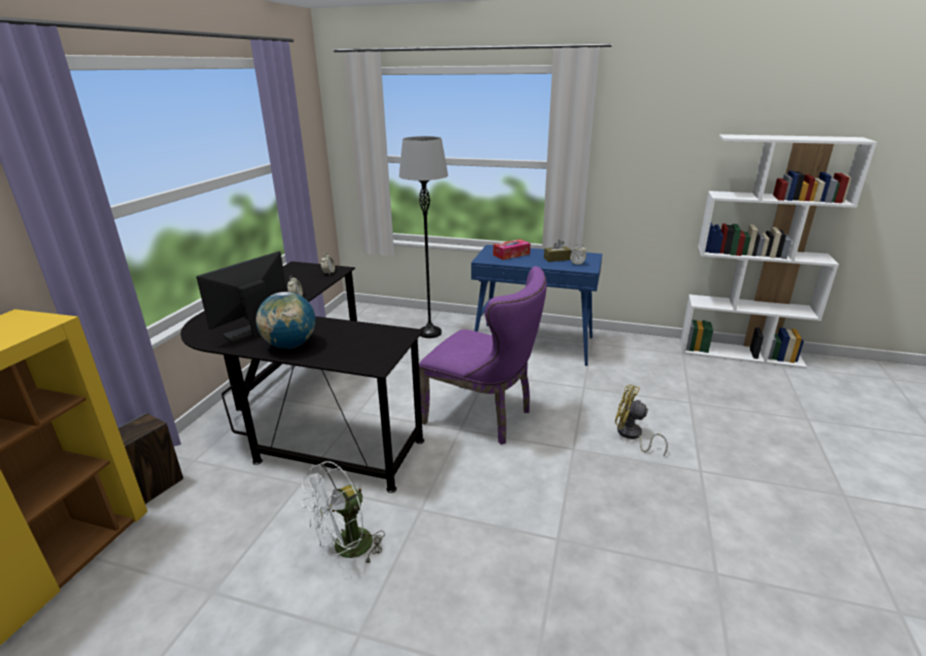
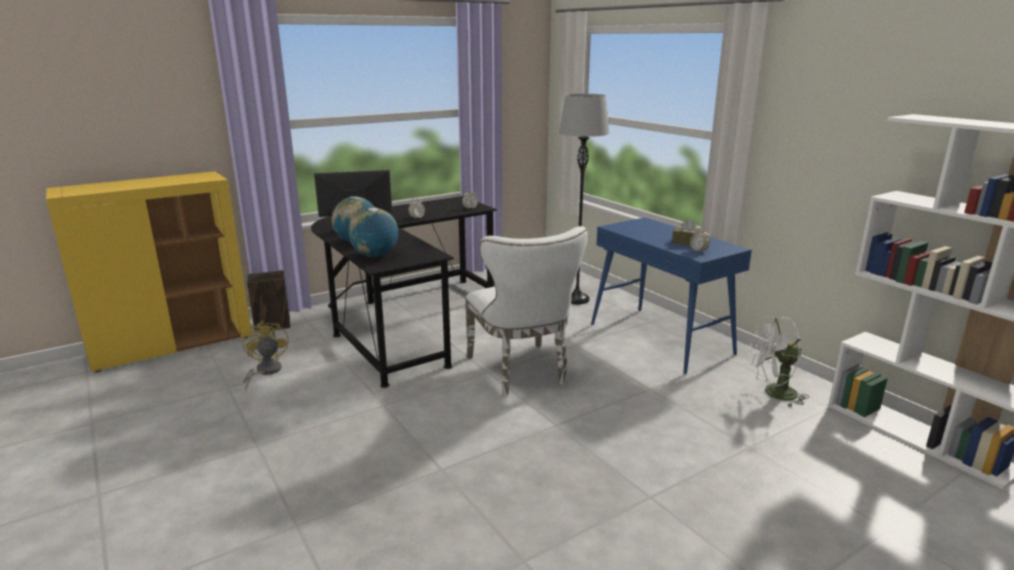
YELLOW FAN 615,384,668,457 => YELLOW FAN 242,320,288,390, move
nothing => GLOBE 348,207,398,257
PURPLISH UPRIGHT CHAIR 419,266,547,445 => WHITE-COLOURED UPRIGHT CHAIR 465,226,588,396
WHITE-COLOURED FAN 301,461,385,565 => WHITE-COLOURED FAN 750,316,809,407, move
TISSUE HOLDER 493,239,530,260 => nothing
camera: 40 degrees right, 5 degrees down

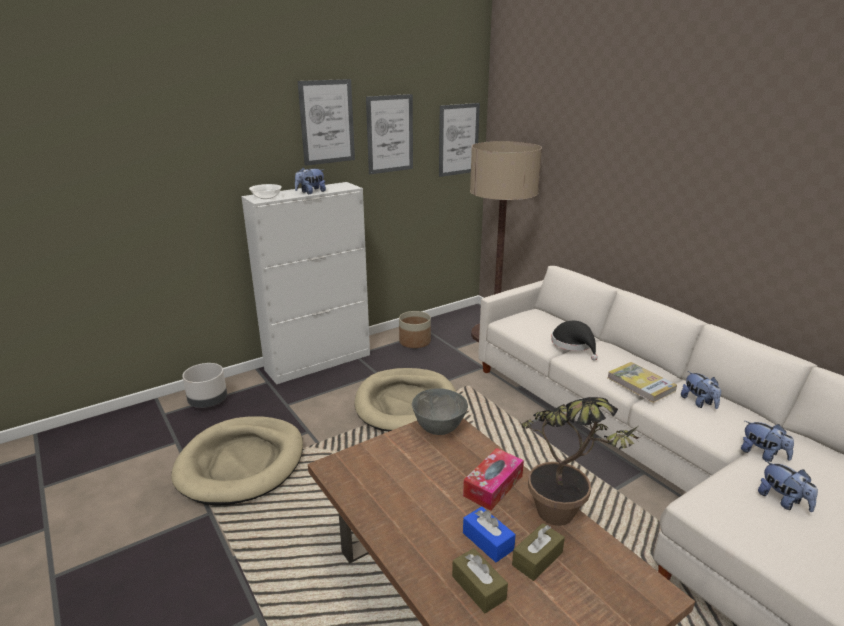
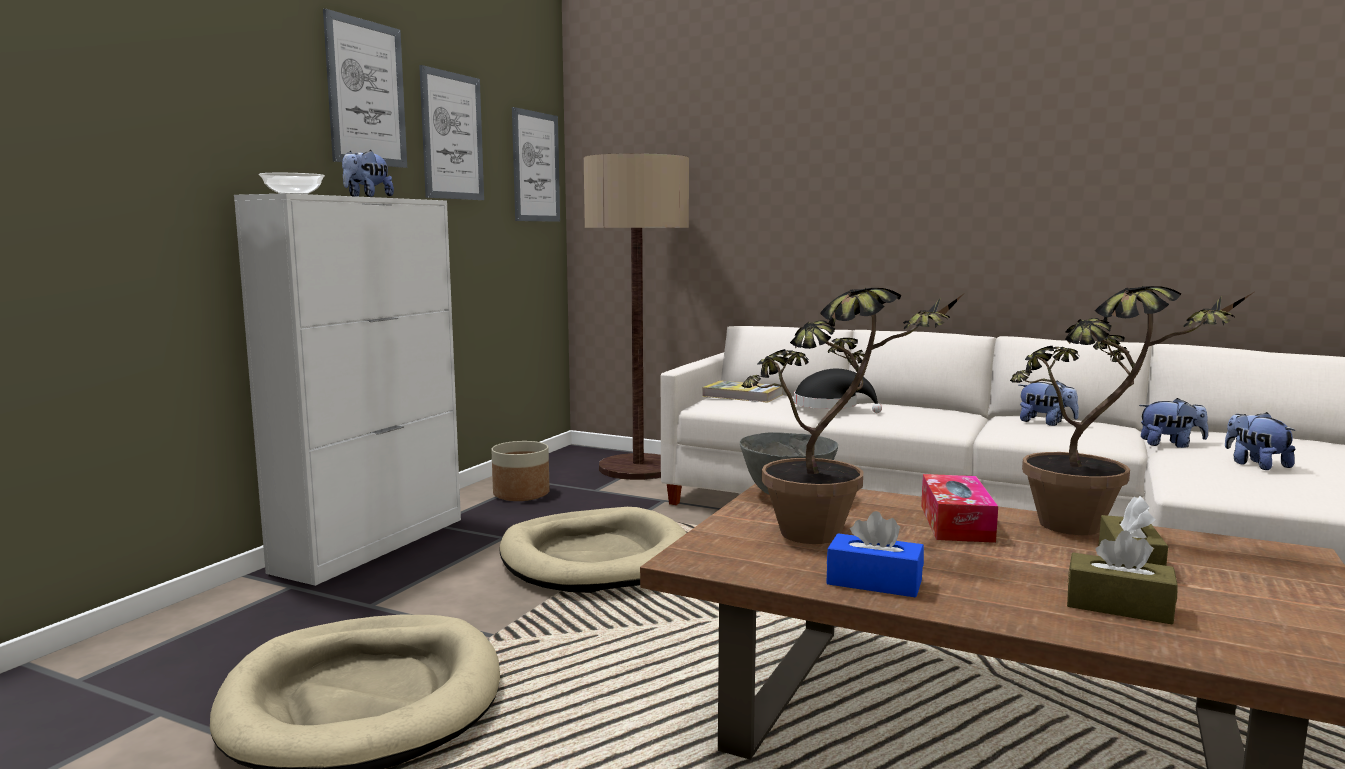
BOOK 608,362,677,403 => BOOK 702,380,783,403, move
nothing => PLANT IN A POT 742,288,963,544
BLUE TISSUE HOLDER 463,506,516,562 => BLUE TISSUE HOLDER 826,511,924,598, move
PLUSH TOY 758,460,818,512 => PLUSH TOY 1225,412,1295,470, 135 degrees counterclockwise
GREYISH PLANTER 182,363,227,408 => nothing
camera: 30 degrees left, 15 degrees down

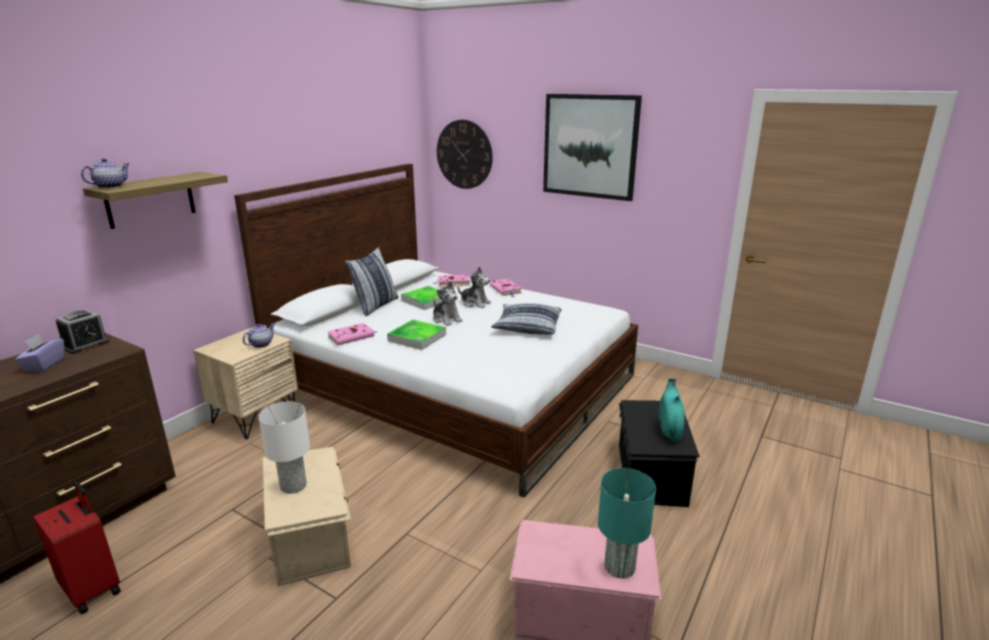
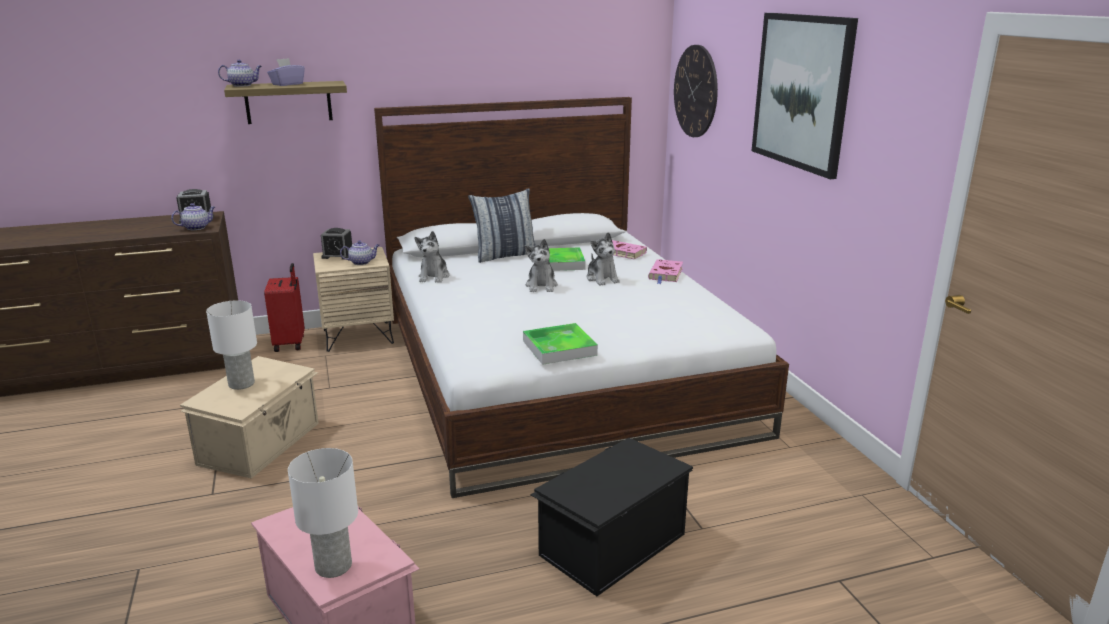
nothing => TEAPOT 171,203,215,230
REDDISH PIECE OF LUGGAGE 33,481,121,614 => REDDISH PIECE OF LUGGAGE 264,263,305,352, move
PURPLISH TISSUE HOLDER 15,334,65,372 => PURPLISH TISSUE HOLDER 267,58,305,86, move
TURQUOISE-COLOURED LAMP FOR A TABLE 598,468,656,579 => WHITE-COLOURED LAMP FOR A TABLE 288,448,358,578
nothing => TABLE CLOCK 321,228,352,259
PINK-COLOURED BOOK 327,323,376,346 => PLUSH TOY 414,231,449,283
TRAY 387,320,446,350 => TRAY 523,323,598,365, move
THROW PILLOW 491,303,562,335 => nothing
TURQUOISE-COLOURED DECORATIVE VASE 658,378,685,442 => nothing
camera: 40 degrees right, 0 degrees up

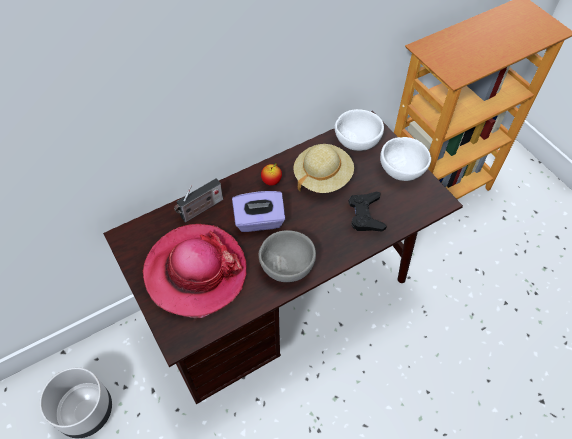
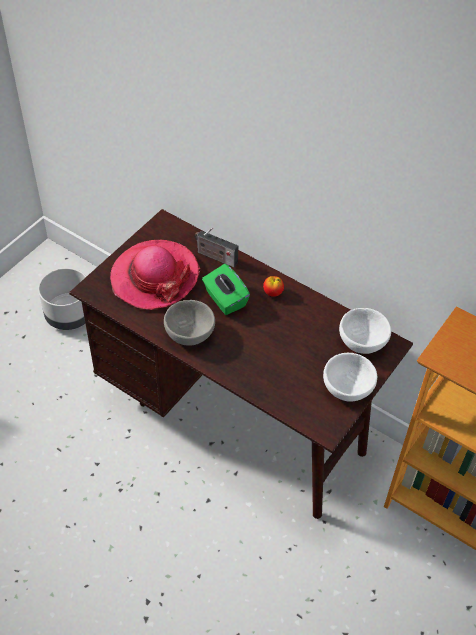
PURPLISH TISSUE HOLDER 232,191,285,232 => GREEN TISSUE HOLDER 202,264,250,315
BEIGE HAT 293,144,354,193 => nothing
BLACK-COLOURED GAMEPAD 348,192,387,231 => nothing
camera: 65 degrees right, 5 degrees down

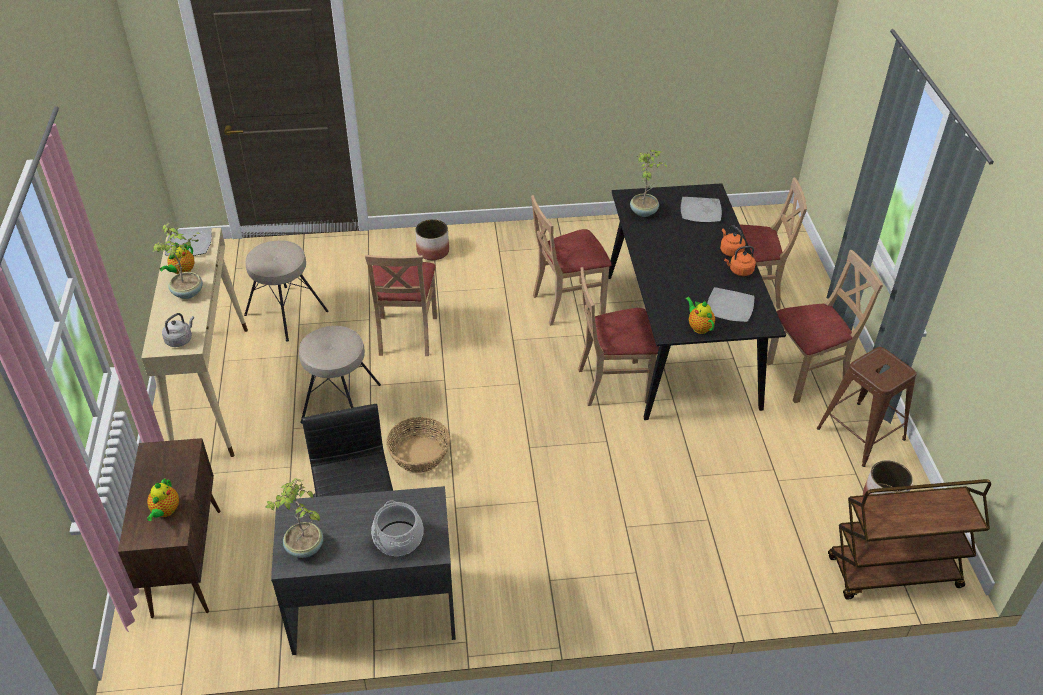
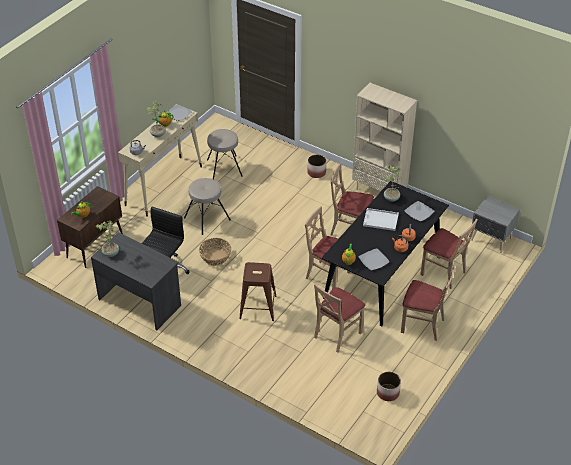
BROWN STOOL 817,347,916,467 => BROWN STOOL 239,262,277,321, move
BEIGE UPRIGHT CHAIR 365,255,437,356 => BEIGE UPRIGHT CHAIR 314,284,366,353, move
nothing => BEIGE SHELVING UNIT 352,83,417,191
nothing => WHITE-COLOURED TRAY 363,208,399,231
nothing => GREYISH NIGHTSTAND 471,196,520,253
SAUCEPOT 371,500,424,556 => nothing
BROWN WHEELED CART 828,479,991,600 => nothing
camera: 40 degrees right, 0 degrees up

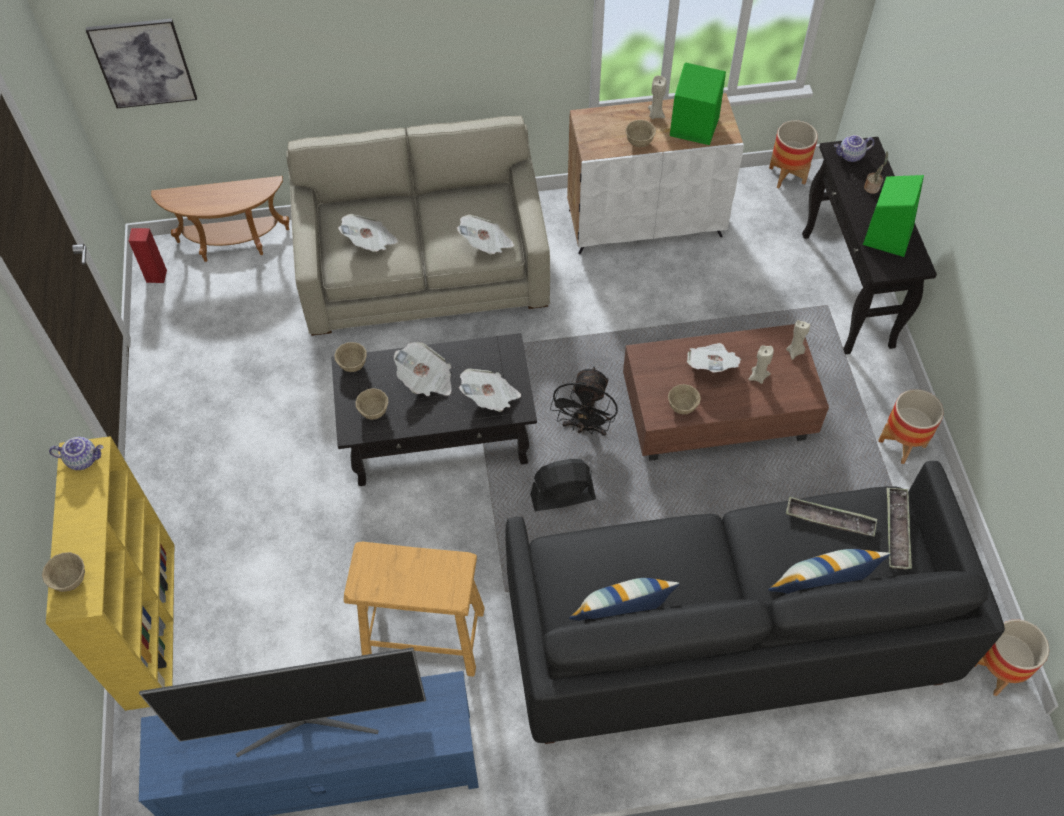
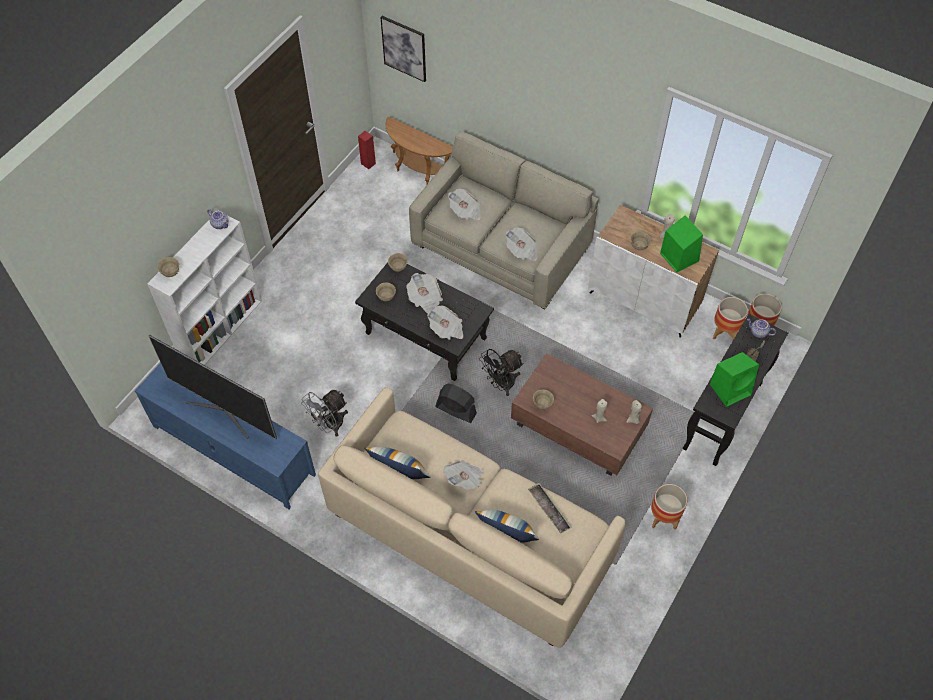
YELLOW SHELVING UNIT 46,436,174,711 => WHITE-COLOURED SHELVING UNIT 147,215,262,365
BEIGE STOOL 344,541,485,677 => GREYISH FAN 301,390,348,437
BLACK-COLOURED SETTEE 506,461,1005,744 => BEIGE SETTEE 318,387,626,648
DAILY PAPER 687,343,741,373 => DAILY PAPER 443,460,484,490, move
PLANTER 974,619,1049,696 => PLANTER 713,297,748,341, move
TRAY 887,488,912,569 => nothing
camera: 40 degrees right, 0 degrees up

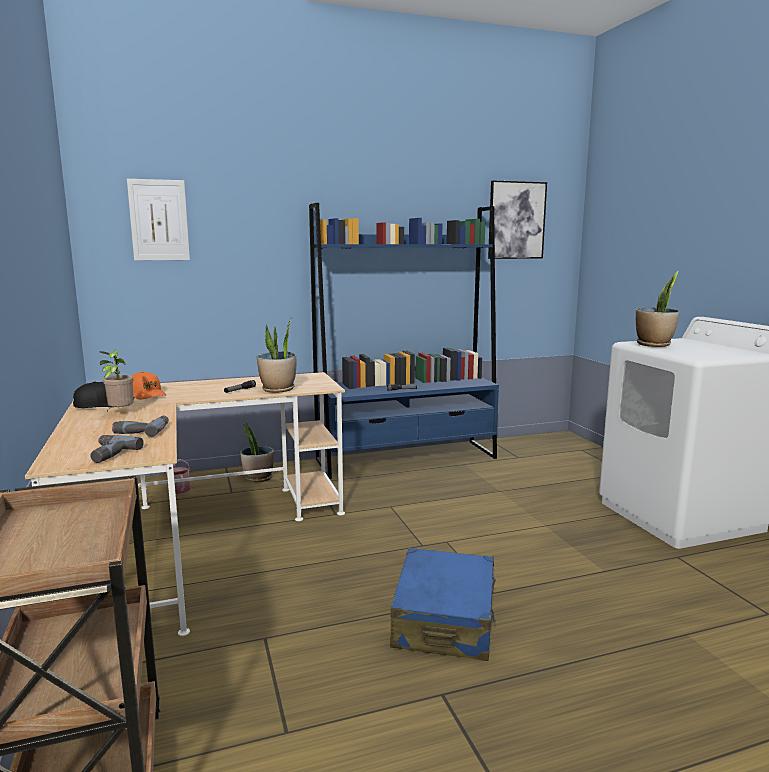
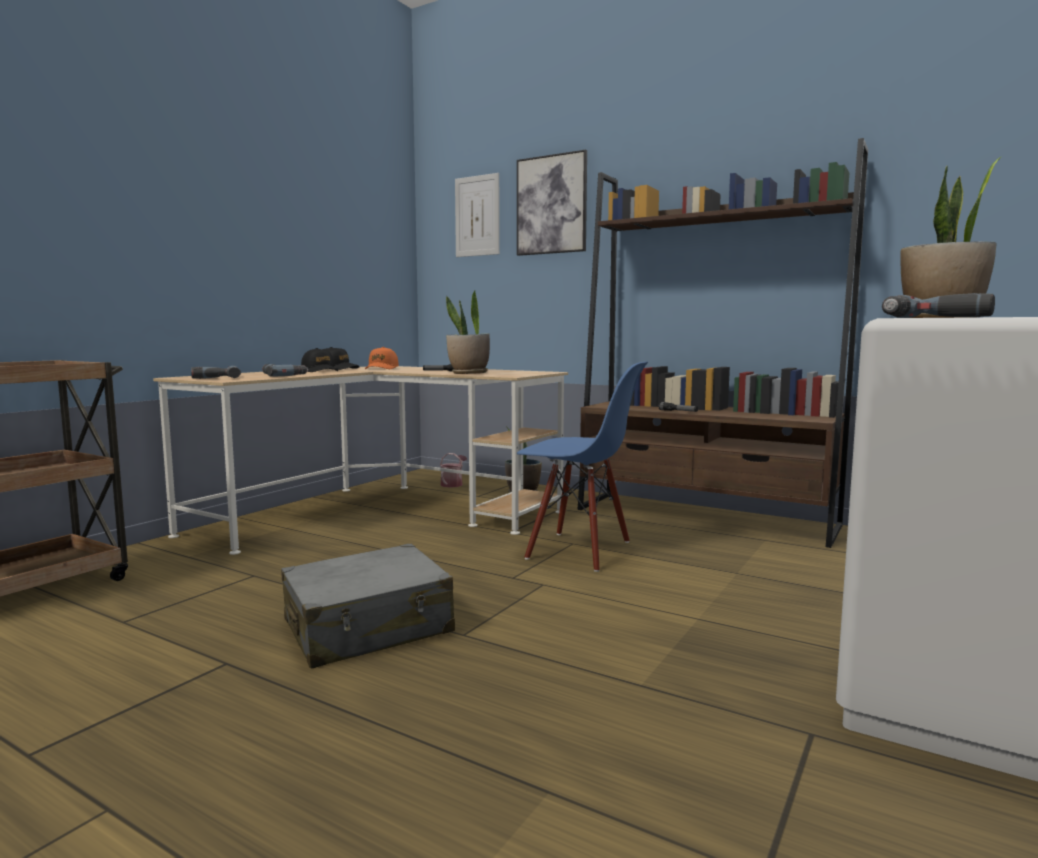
BLUE PIECE OF LUGGAGE 390,548,496,661 => GREYISH PIECE OF LUGGAGE 281,543,455,669
PLANT IN A POT 100,349,134,411 => BLACK-COLOURED CAP 301,348,338,372
WALL ART 488,180,547,259 => WALL ART 517,150,587,256, move
nothing => BLUE UPRIGHT CHAIR 517,362,648,572
BLUE SHELVING UNIT 309,203,499,479 => BROWN SHELVING UNIT 578,138,868,548
nothing => POWER DRILL 882,293,995,318
camera: 50 degrees right, 5 degrees down

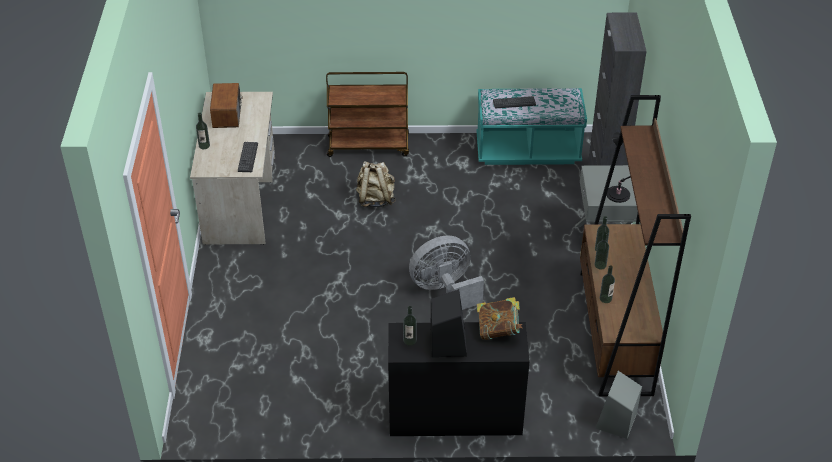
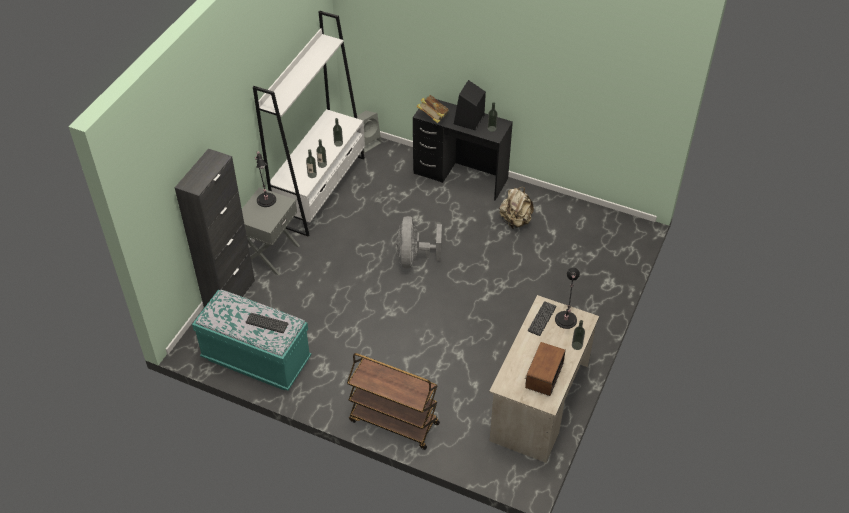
BROWN SHELVING UNIT 580,95,691,397 => WHITE-COLOURED SHELVING UNIT 253,11,365,237
GREYISH FAN 409,236,484,310 => GREYISH FAN 396,216,442,268, 90 degrees clockwise
BEIGE BACKPACK 356,161,396,207 => BEIGE BACKPACK 499,187,534,229, move
nothing => BLACK-COLOURED LAMP FOR A TABLE 555,268,580,329
camera: 155 degrees left, 5 degrees up

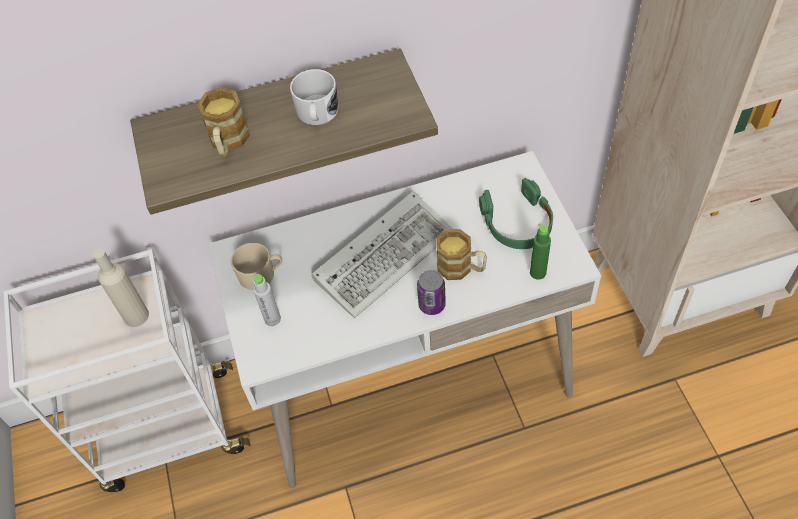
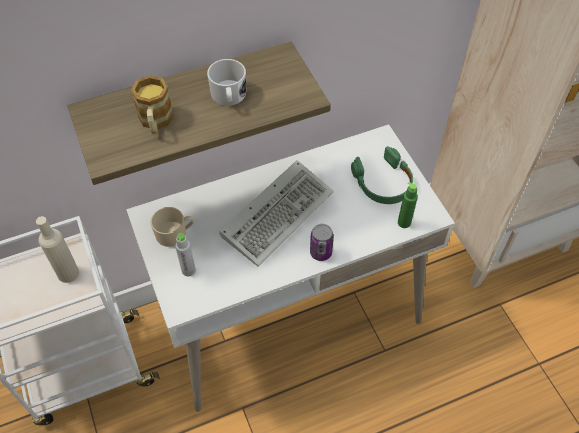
MUG 436,229,487,280 => nothing
camera: 10 degrees left, 0 degrees up

